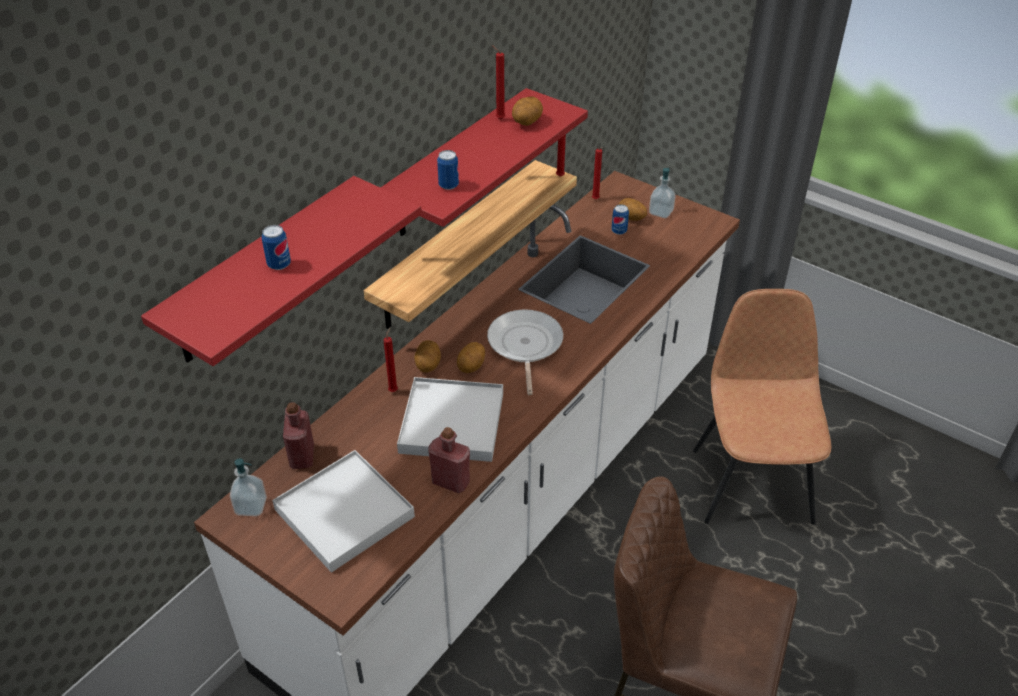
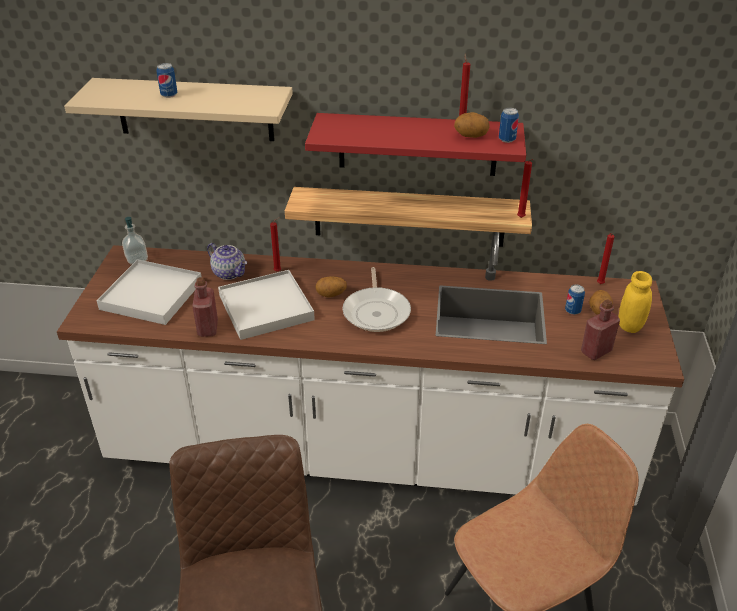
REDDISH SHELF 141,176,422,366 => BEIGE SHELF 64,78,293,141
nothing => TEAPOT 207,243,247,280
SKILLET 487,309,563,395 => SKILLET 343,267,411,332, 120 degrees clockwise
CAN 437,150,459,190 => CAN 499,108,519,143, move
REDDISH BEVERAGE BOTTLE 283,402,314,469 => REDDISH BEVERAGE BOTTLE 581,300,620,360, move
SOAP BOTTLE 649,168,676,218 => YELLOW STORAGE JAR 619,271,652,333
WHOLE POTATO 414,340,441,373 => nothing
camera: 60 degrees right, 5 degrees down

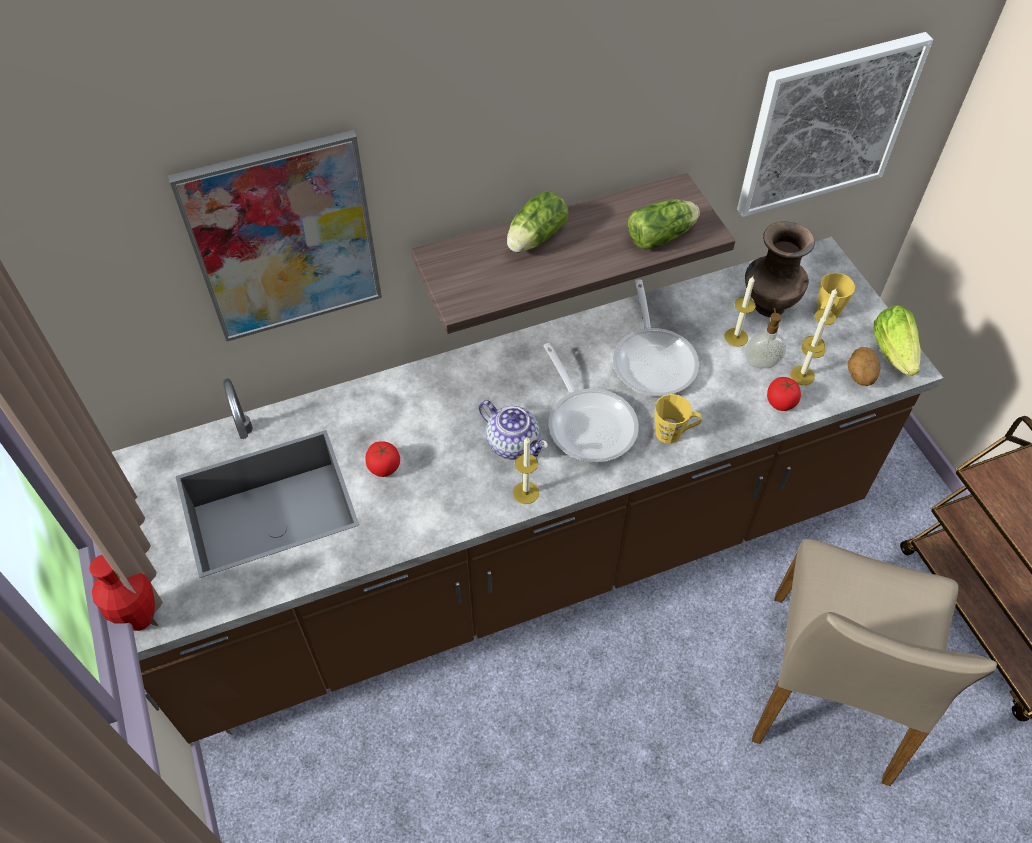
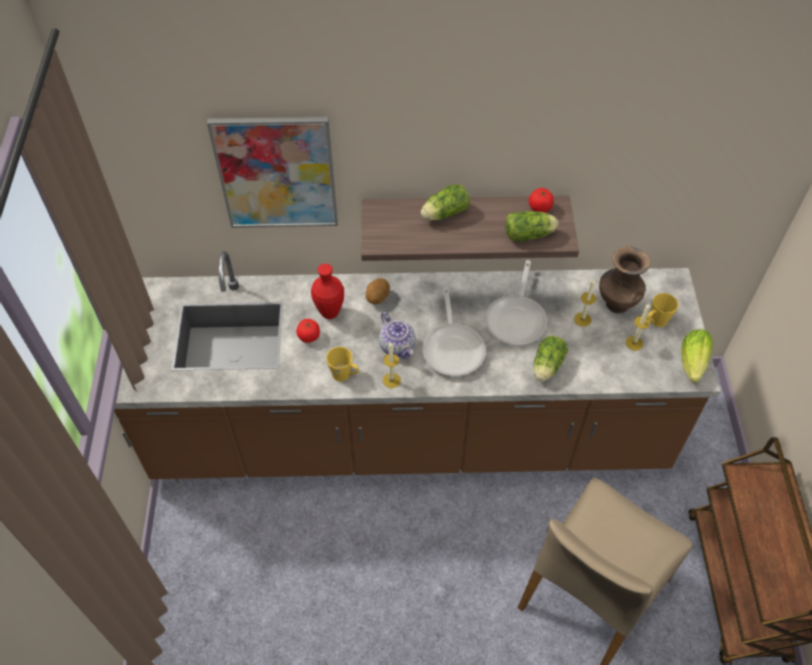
REDDISH DECORATIVE VASE 89,555,155,631 => REDDISH DECORATIVE VASE 311,264,344,319, move
YELLOW MUG 655,394,702,444 => YELLOW MUG 326,347,359,381, move
WHOLE POTATO 848,347,880,386 => WHOLE POTATO 366,278,390,305, move
FRESH TOMATO 767,377,801,411 => FRESH TOMATO 529,188,554,212, move
nothing => HEAD OF LETTUCE 534,336,568,382
WALL ART 737,32,933,217 => nothing
SOAP BOTTLE 745,308,787,368 => nothing
WAX CANDLE 790,316,826,385 => nothing
camera: 20 degrees right, 0 degrees up

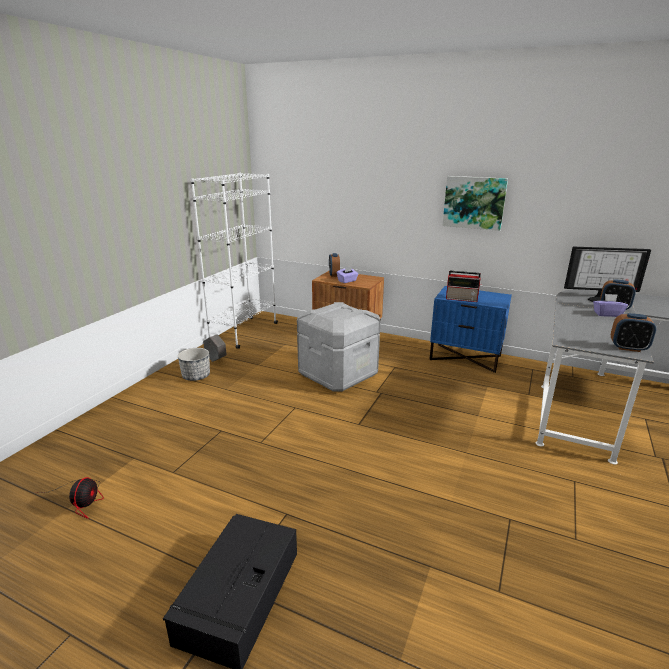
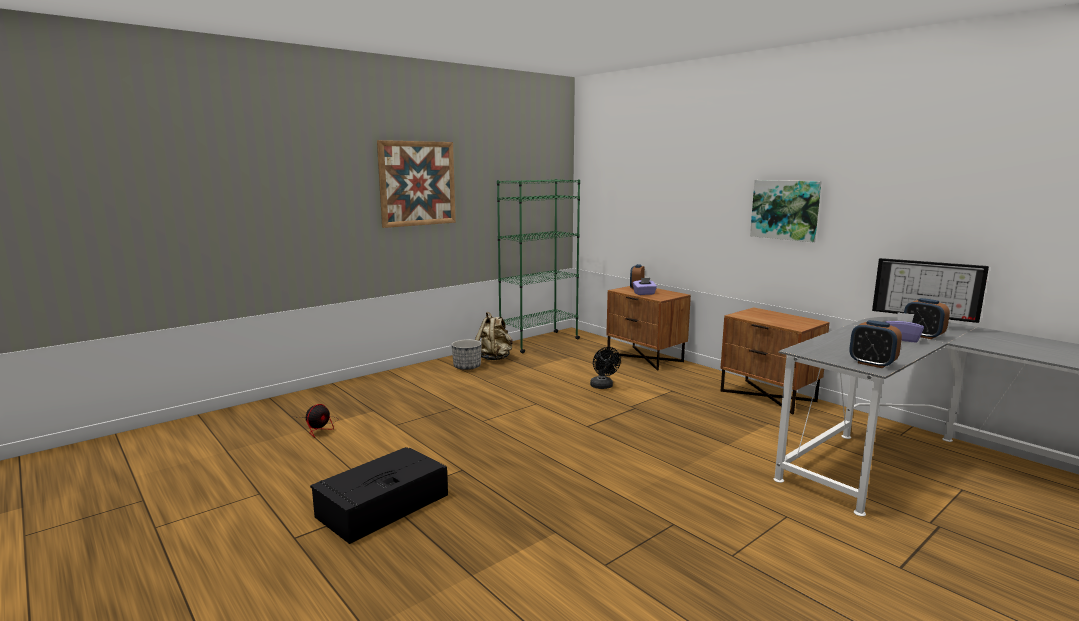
nothing => WALL ART 377,140,456,228
GREYISH PLANTER 203,334,227,362 => BEIGE BACKPACK 475,312,513,360
WHITE-COLOURED SHELVING UNIT 191,172,278,349 => GREEN SHELVING UNIT 497,179,580,353
GREYISH STORAGE BIN 297,302,380,392 => BLACK-COLOURED FAN 590,347,621,389
BLUE NIGHTSTAND 429,286,512,373 => BROWN NIGHTSTAND 720,307,829,414
RADIO RECEIVER 446,271,481,302 => nothing
camera: 25 degrees right, 10 degrees down

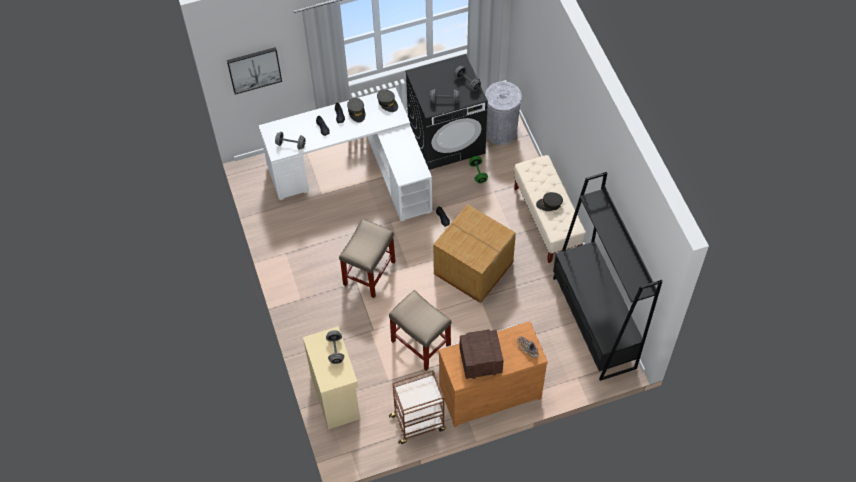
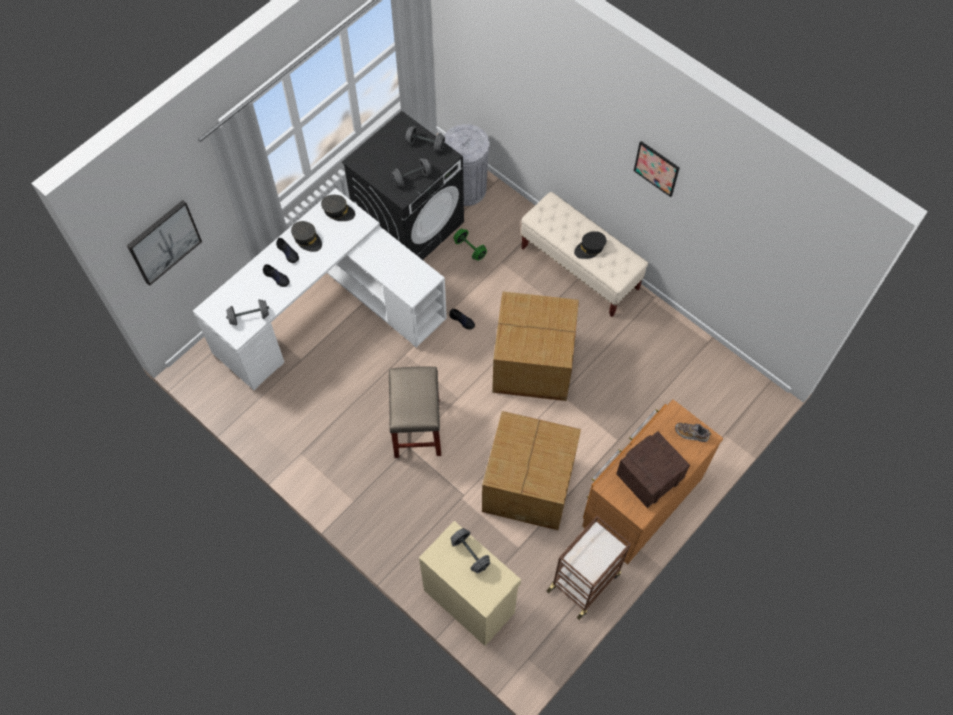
BEIGE STOOL 389,290,452,371 => CARDBOARD BOX 482,411,581,530
nothing => WALL ART 634,141,679,197
BLACK-COLOURED SHELVING UNIT 553,172,663,381 => nothing
camera: 30 degrees left, 5 degrees up

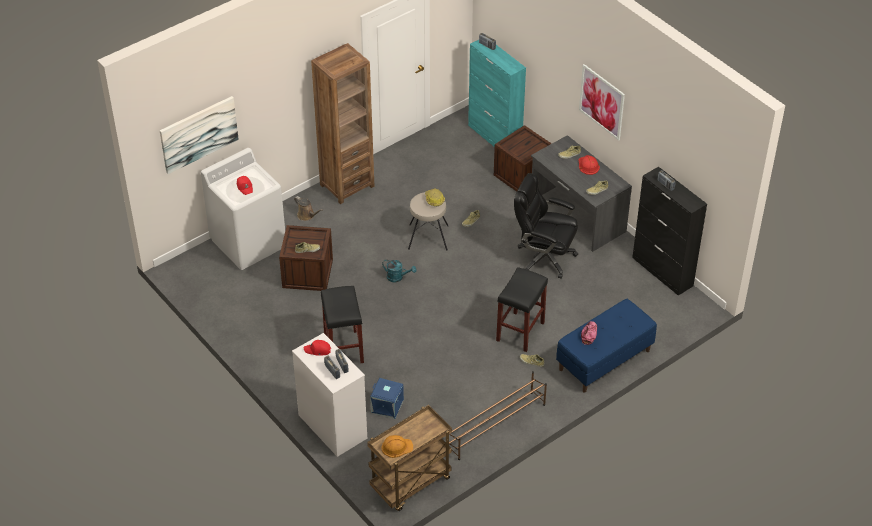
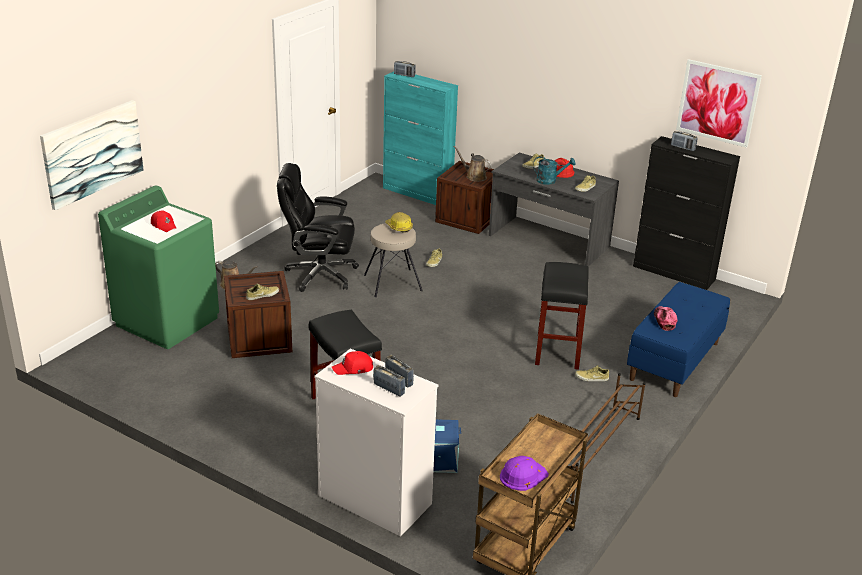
WHITE-COLOURED WASHING MACHINE 201,148,285,270 => GREEN WASHING MACHINE 98,186,219,349
BLACK-COLOURED COMPUTER CHAIR 514,173,578,279 => BLACK-COLOURED COMPUTER CHAIR 277,163,359,292, move
nothing => BROWN SPRINKLING CAN 454,146,492,182
ORANGE-COLOURED HARD HAT 382,435,413,458 => PURPLISH HARD HAT 500,456,549,491
TURQUOISE-COLOURED SPRINKLING CAN 382,259,416,282 => TURQUOISE-COLOURED SPRINKLING CAN 533,157,576,185, move
WALL ART 579,64,625,141 => WALL ART 676,59,762,148, move
BROWN SHELVING UNIT 311,43,374,204 => nothing
camera: 20 degrees left, 15 degrees down

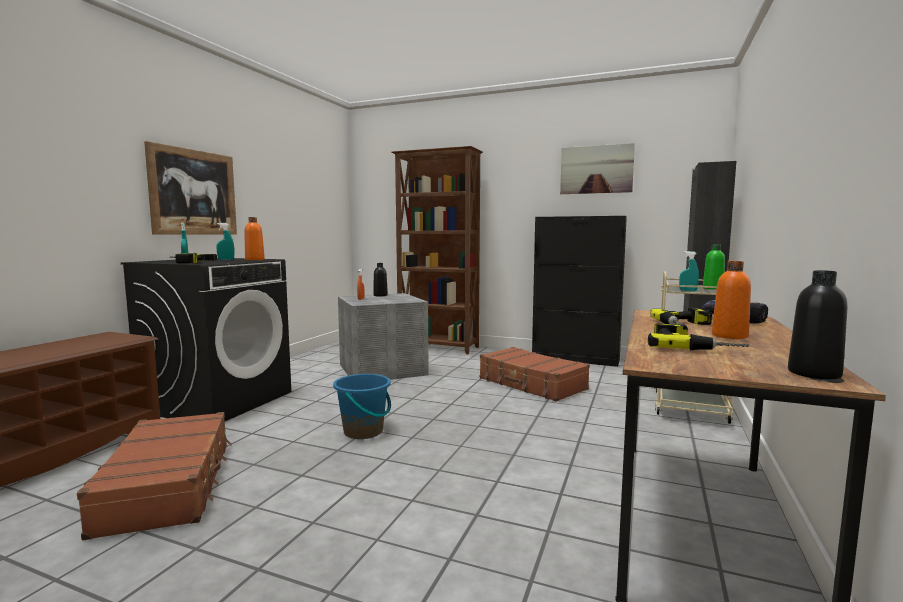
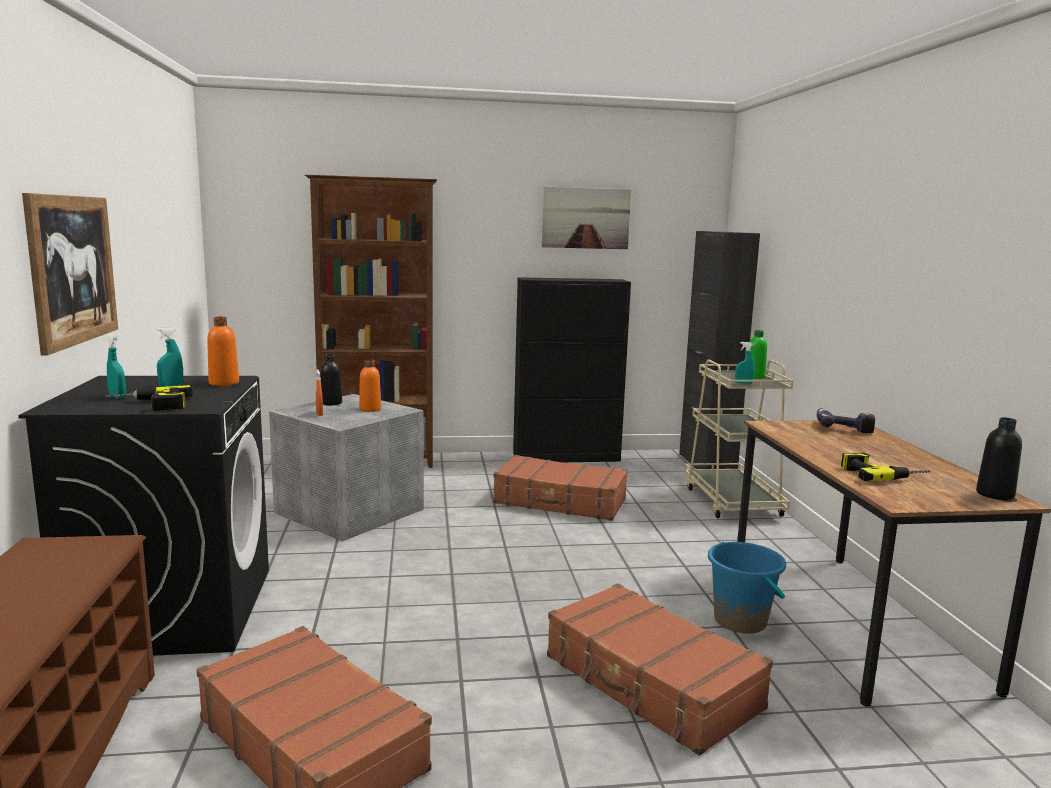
ORANGE-COLOURED BEVERAGE BOTTLE 712,261,751,339 => ORANGE-COLOURED BEVERAGE BOTTLE 359,360,381,412, move
nothing => BROWN PIECE OF LUGGAGE 547,583,773,756
BLUE WATER BUCKET 333,374,391,439 => BLUE WATER BUCKET 708,542,786,634, move
POWER DRILL 650,308,712,325 => nothing
camera: 30 degrees left, 5 degrees up

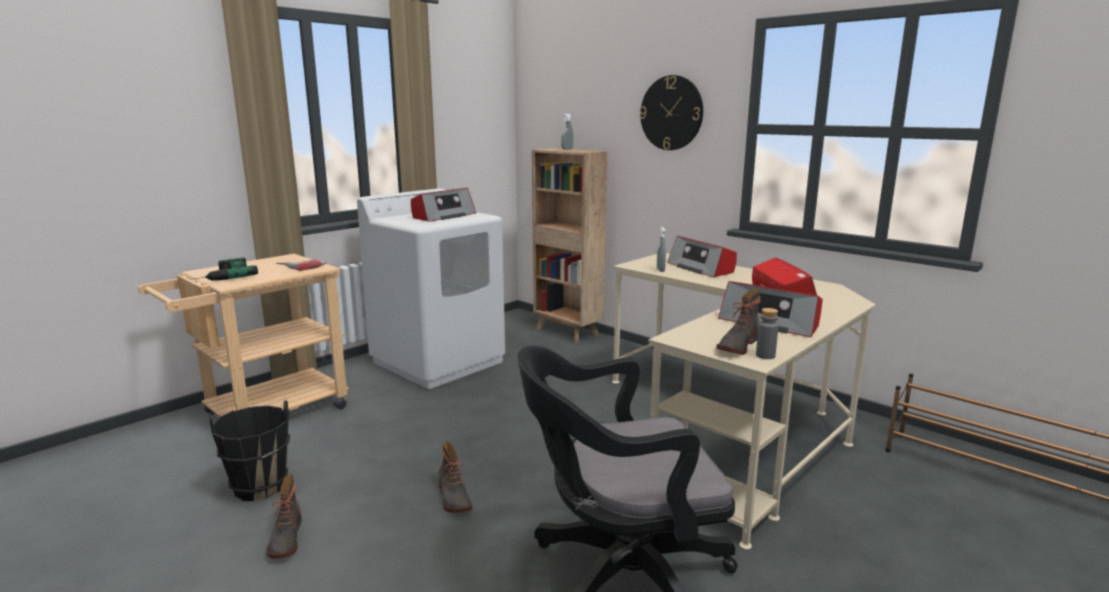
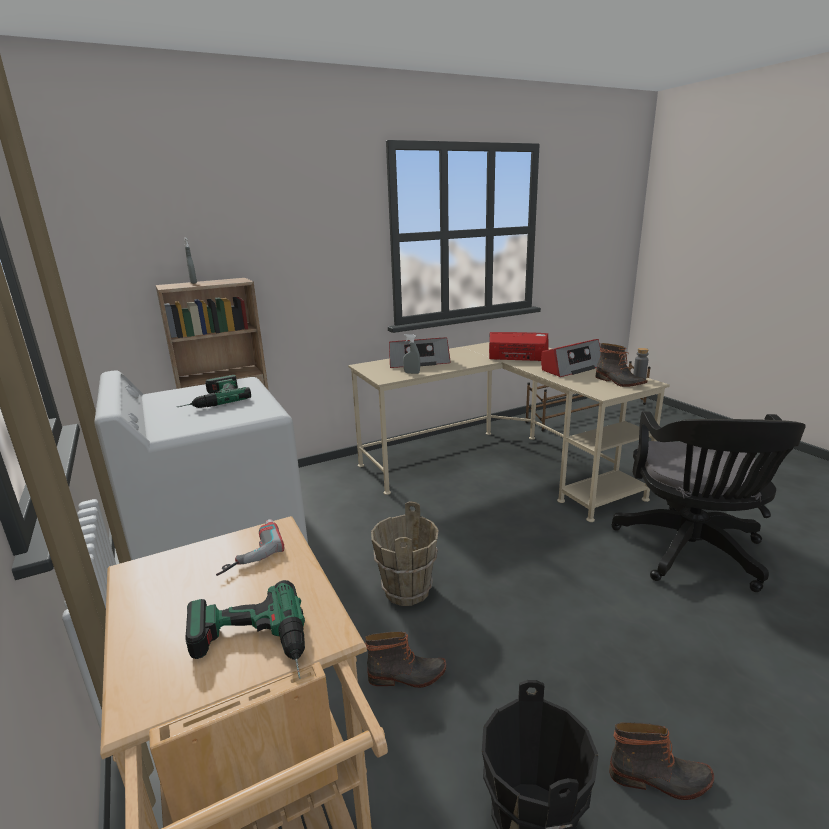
RADIO RECEIVER 411,188,476,222 => POWER DRILL 177,375,251,408
TALL BOOT 438,441,472,513 => TALL BOOT 365,631,446,688, move
nothing => BROWN WATER BUCKET 371,501,439,606
CLOCK ON THE WALL 639,75,703,150 => nothing
camera: 70 degrees left, 5 degrees up

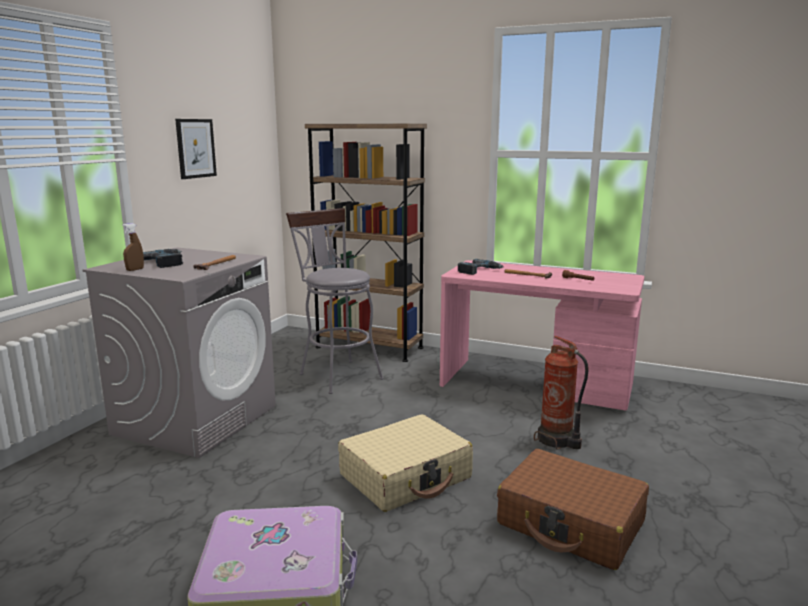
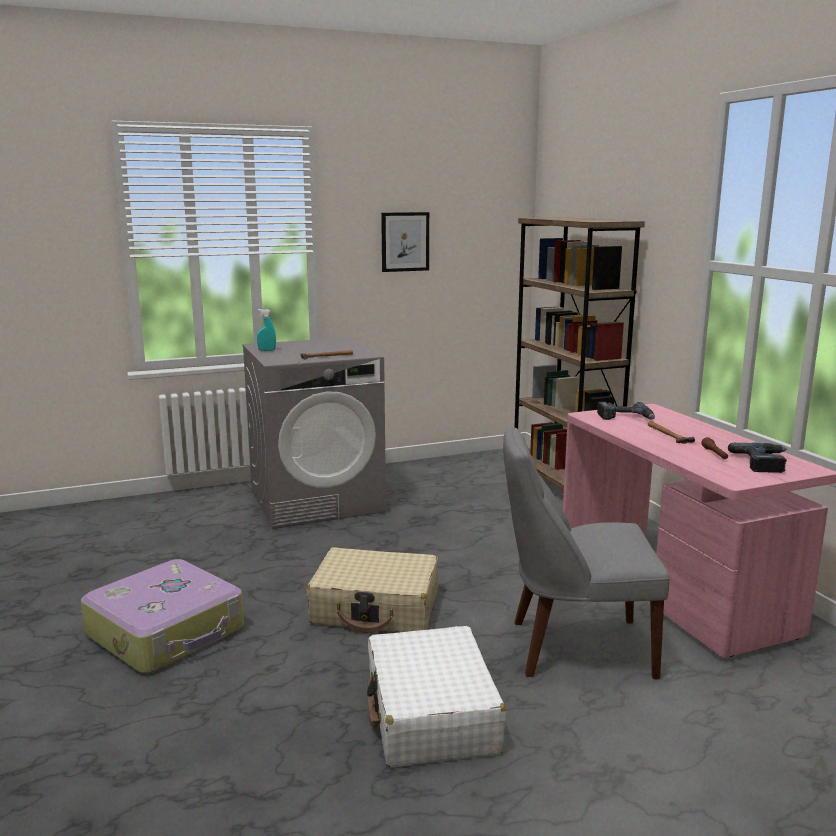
BROWN HAND SPRAYER 122,223,144,271 => TURQUOISE-COLOURED HAND SPRAYER 257,309,276,351
BROWN PIECE OF LUGGAGE 497,449,649,570 => WHITE-COLOURED PIECE OF LUGGAGE 367,626,506,767
EXTINGUISHER 534,336,588,450 => GREYISH UPRIGHT CHAIR 503,427,669,679
POWER DRILL 143,249,183,268 => POWER DRILL 728,443,787,473, move
GREYISH STOOL 286,208,383,394 => nothing
camera: 45 degrees right, 0 degrees up

